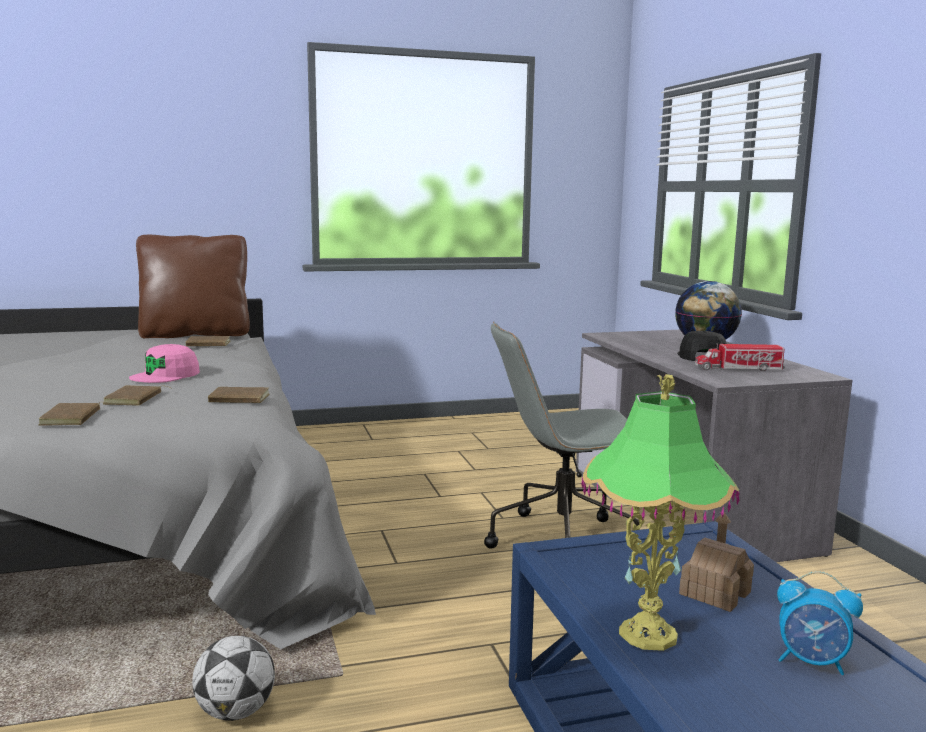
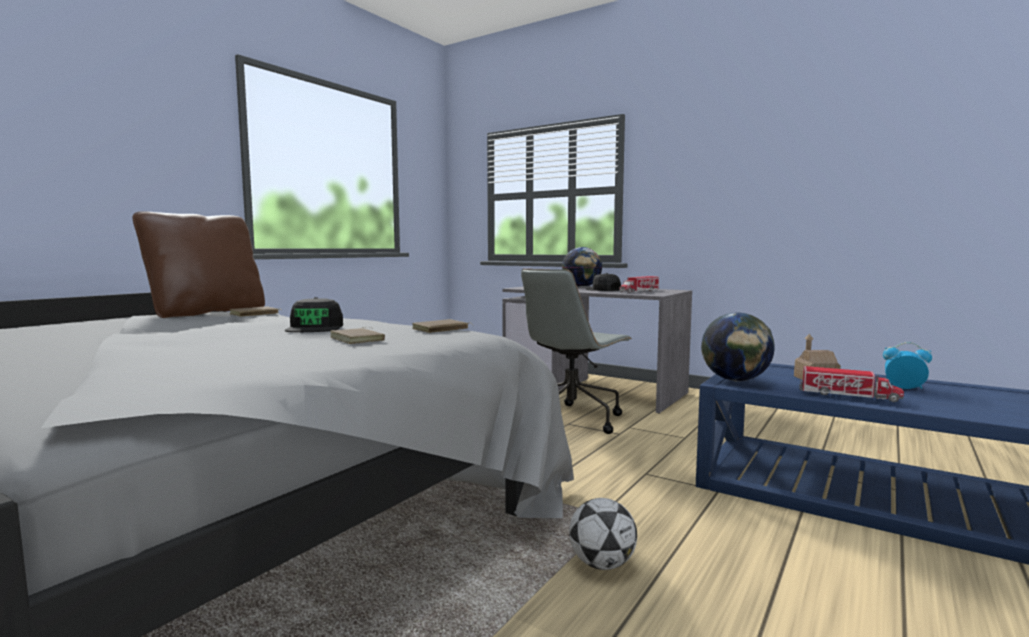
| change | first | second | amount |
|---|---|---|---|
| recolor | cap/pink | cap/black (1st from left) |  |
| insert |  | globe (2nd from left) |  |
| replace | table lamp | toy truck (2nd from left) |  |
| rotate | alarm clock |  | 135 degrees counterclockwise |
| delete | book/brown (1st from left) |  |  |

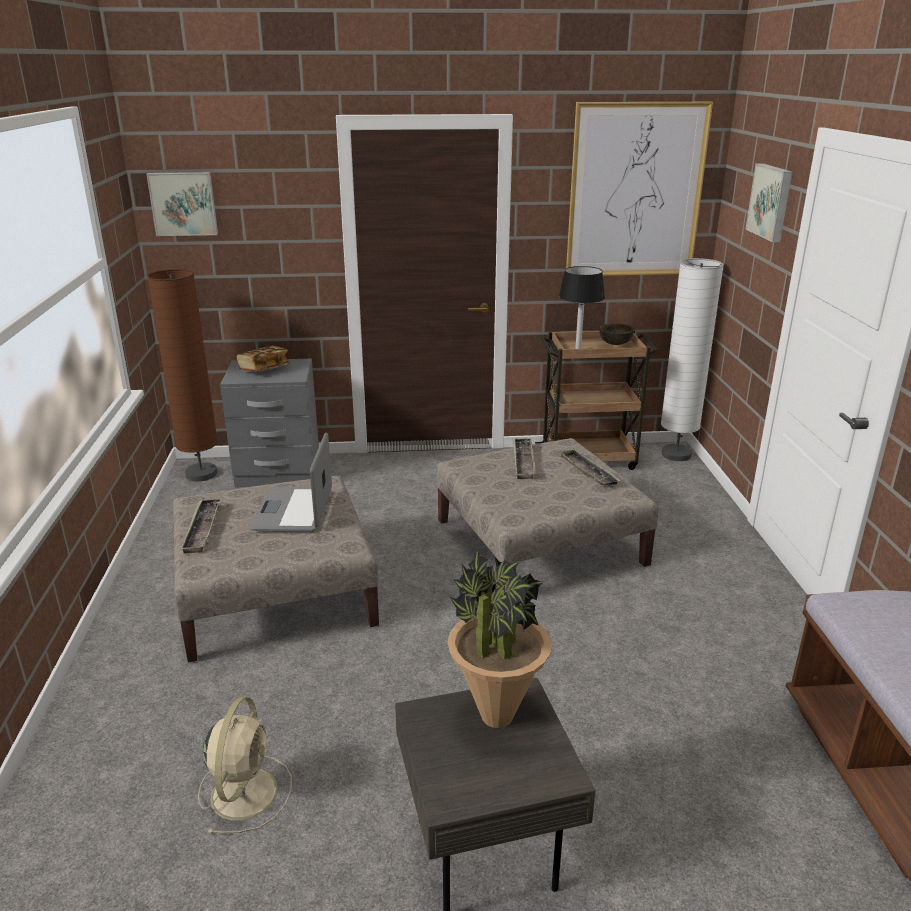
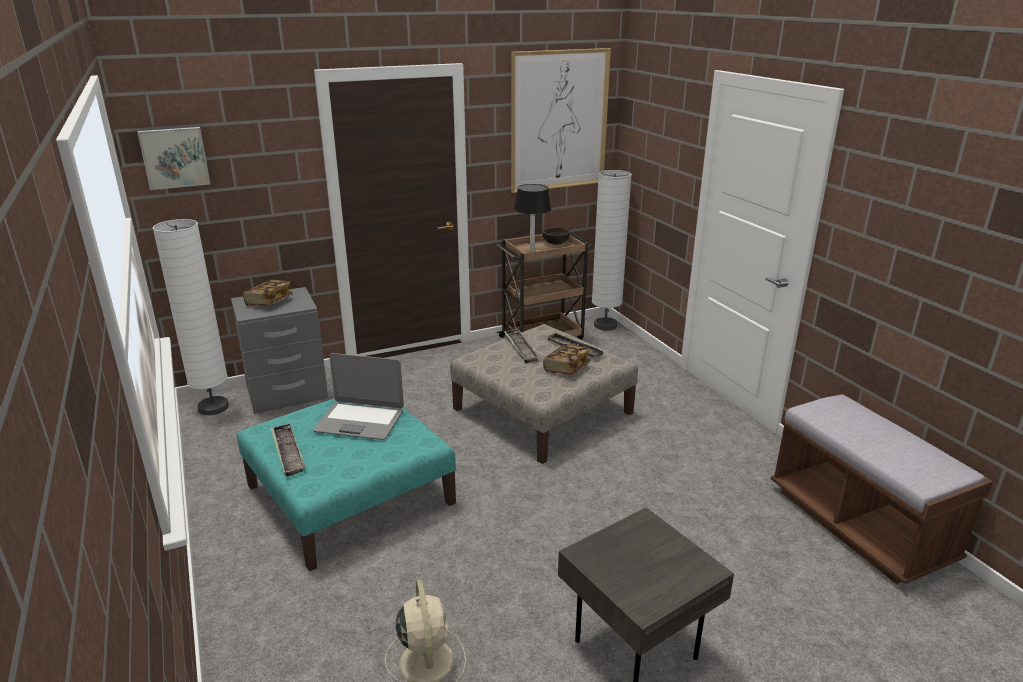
| change | first | second | amount |
|---|---|---|---|
| recolor | floor lamp/brown | floor lamp/white (1st from left) |  |
| recolor | ottoman/beige (1st from left) | ottoman/turquoise |  |
| rotate | laptop |  | 60 degrees counterclockwise |
| insert |  | book (2nd from left) |  |
| delete | potted plant |  |  |
| delete | picture (3rd from left) |  |  |

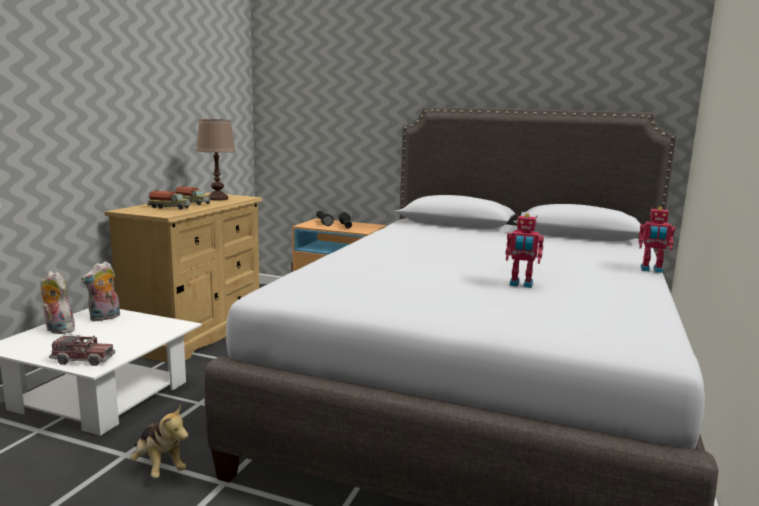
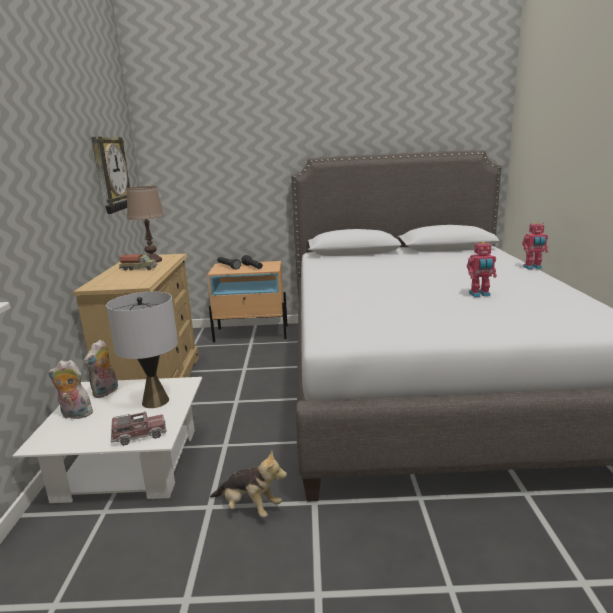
| change | first | second | amount |
|---|---|---|---|
| insert |  | wall clock |  |
| insert |  | table lamp/grey |  |
| delete | toy truck (2nd from left) |  |  |

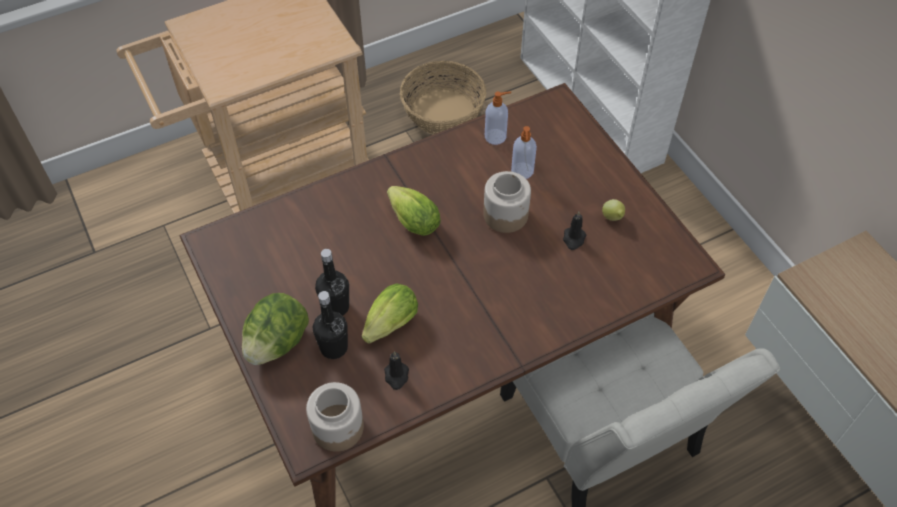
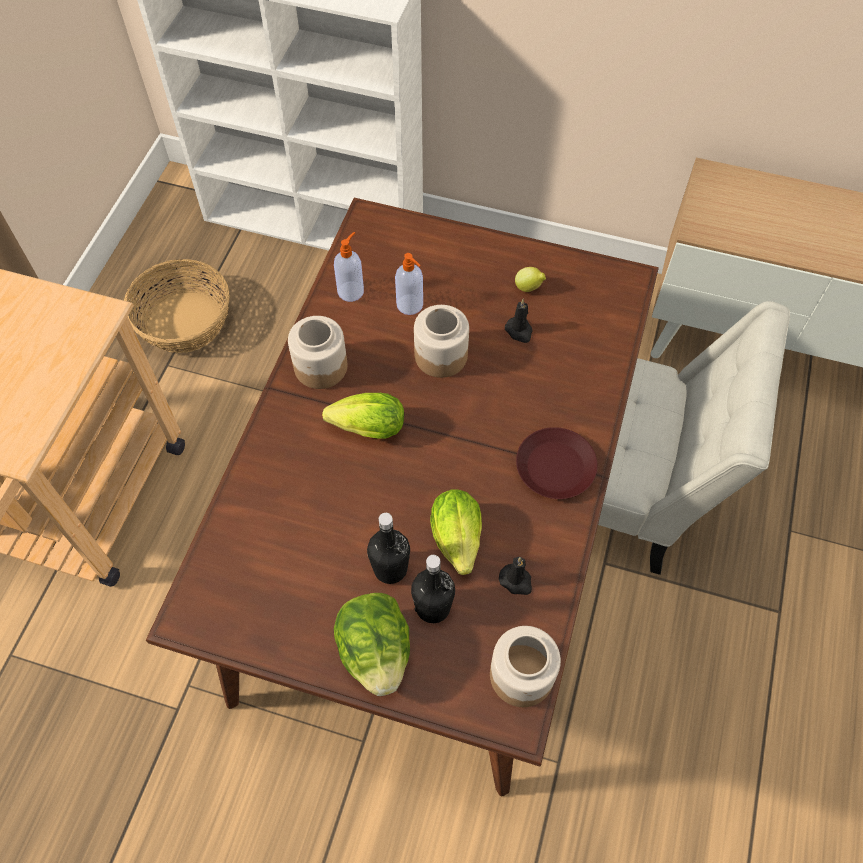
| change | first | second | amount |
|---|---|---|---|
| insert |  | jar (1st from left) |  |
| insert |  | plate/brown |  |

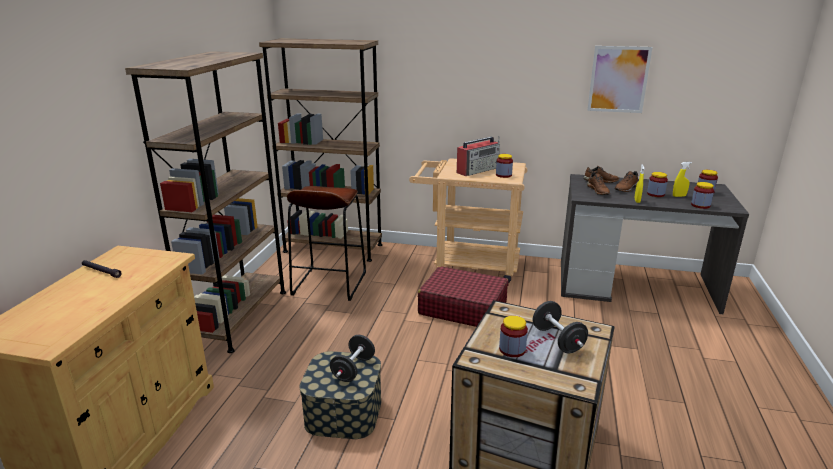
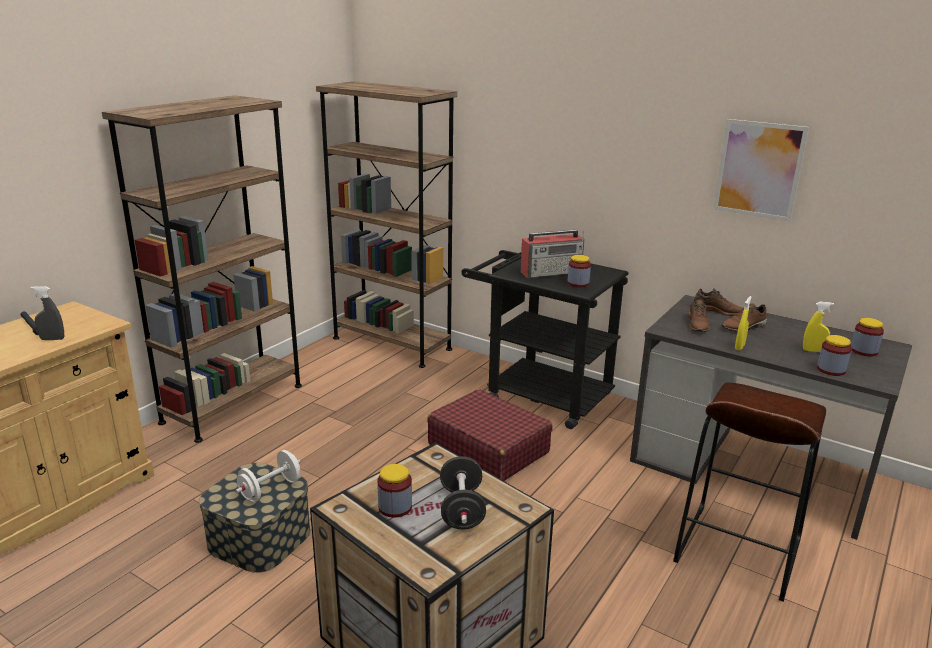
| change | first | second | amount |
|---|---|---|---|
| insert |  | spray bottle/grey |  |
| recolor | dumbbell/black (1st from left) | dumbbell/white |  |
| recolor | cart/beige | cart/black |  |
| move | stool/brown |  |  |
| delete | jar (3rd from left) |  |  |

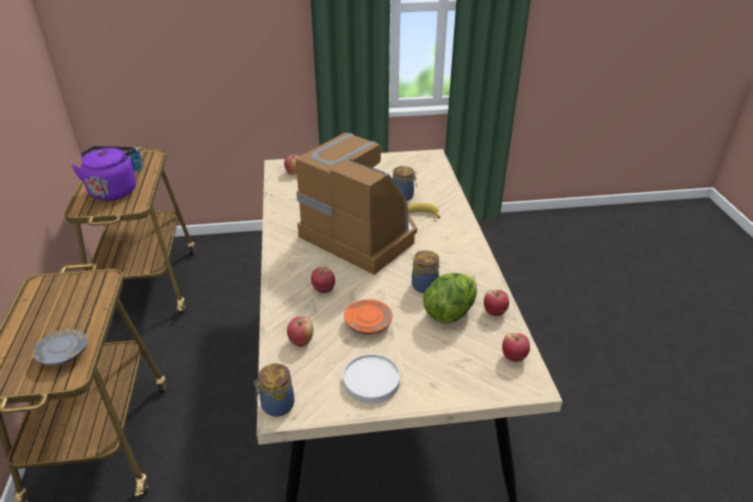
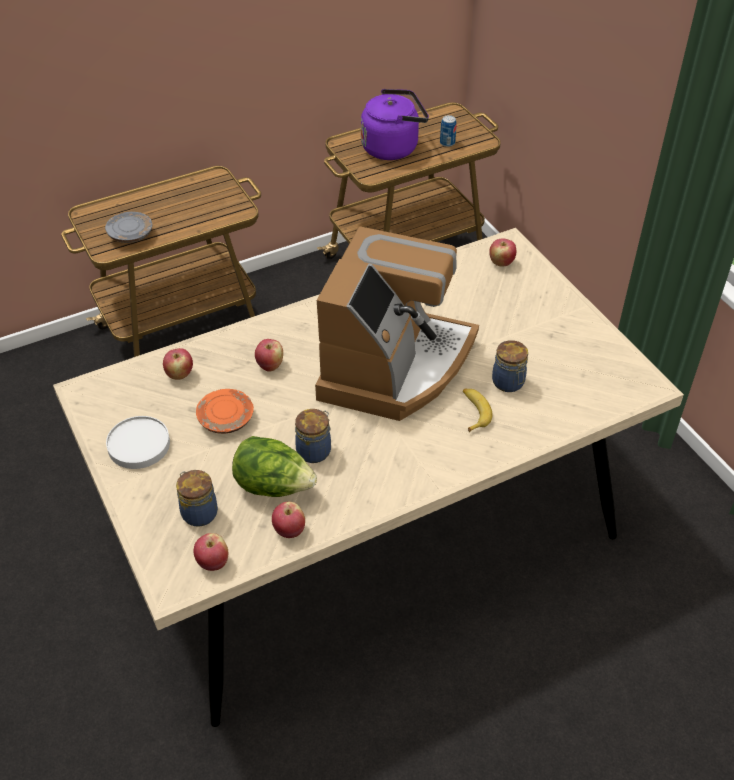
| change | first | second | amount |
|---|---|---|---|
| move | jar (1st from left) |  |  |

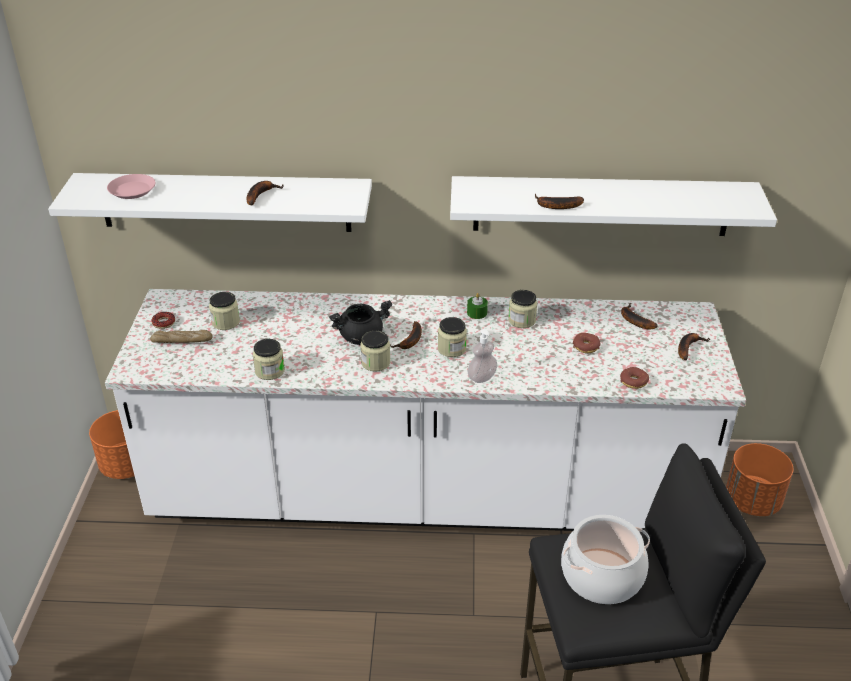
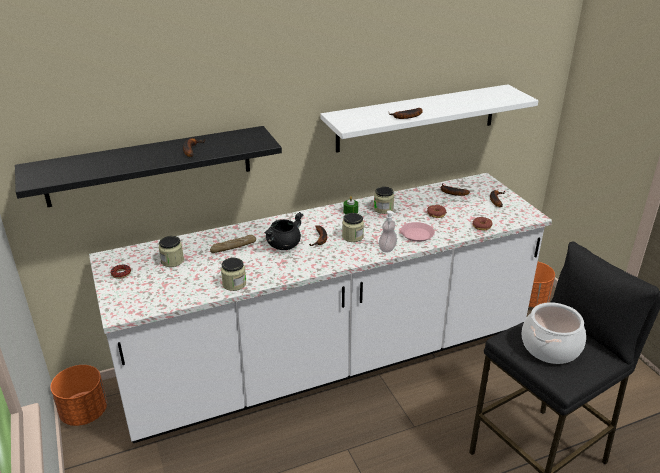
| change | first | second | amount |
|---|---|---|---|
| recolor | shelf/white (1st from left) | shelf/black |  |
| move | bread |  |  |
| move | plate/pink |  |  |
| delete | jar (3rd from left) |  |  |

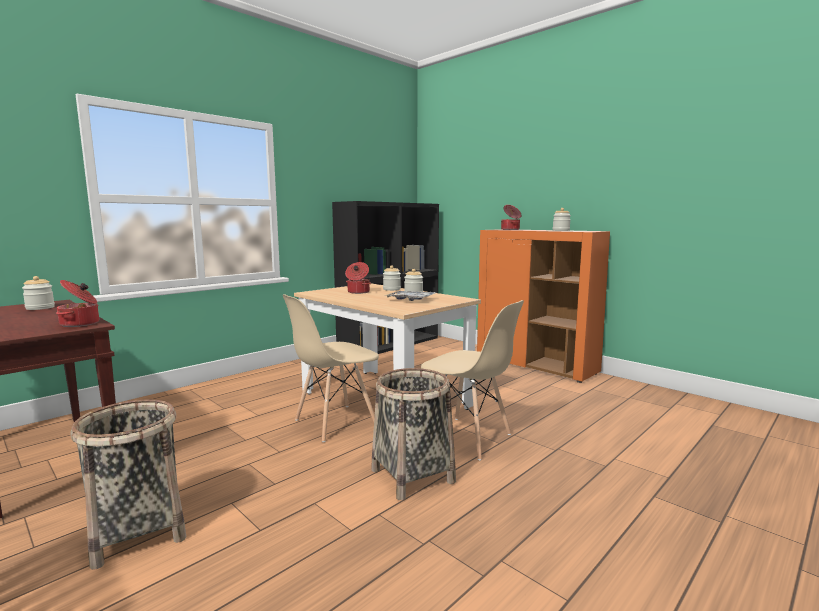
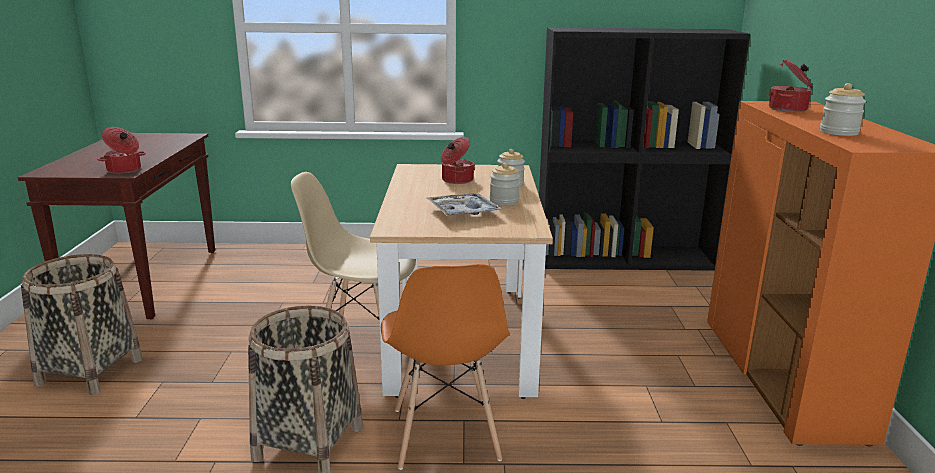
| change | first | second | amount |
|---|---|---|---|
| recolor | chair/beige (2nd from left) | chair/orange |  |
| delete | jar (1st from left) |  |  |

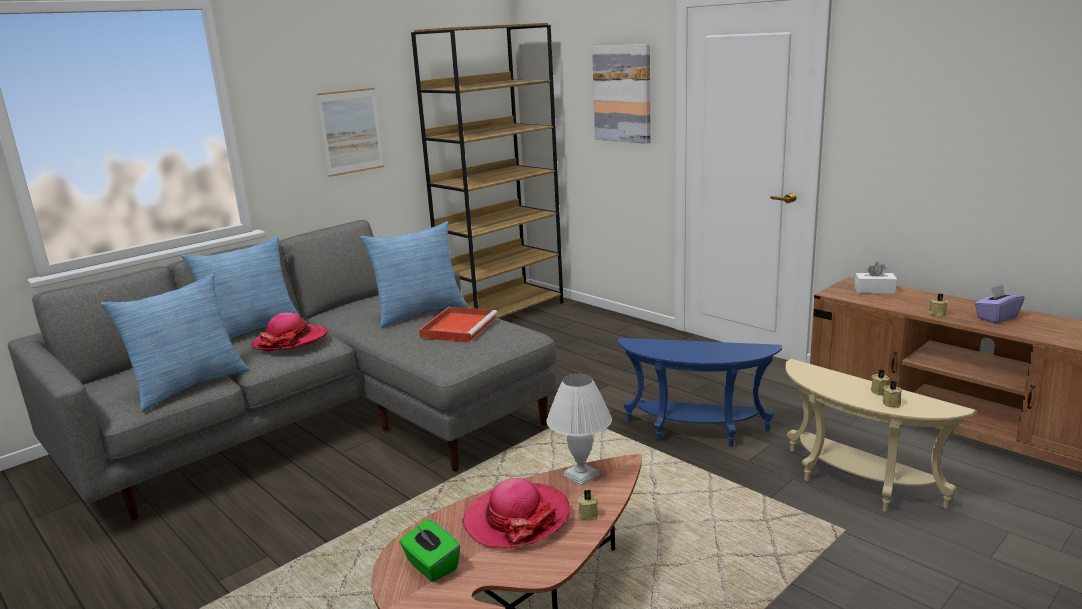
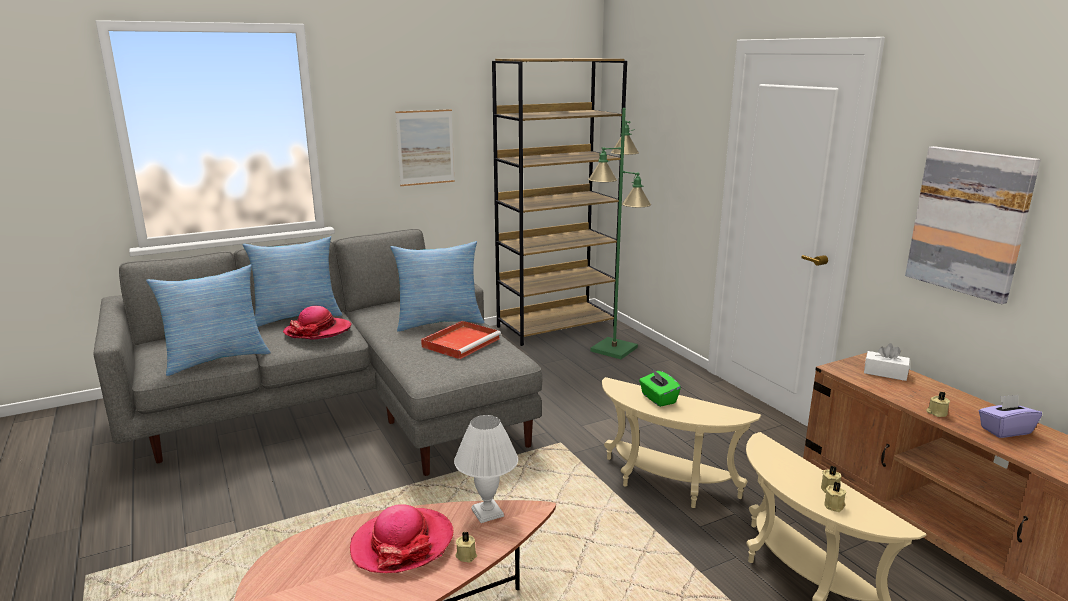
| change | first | second | amount |
|---|---|---|---|
| insert |  | floor lamp/green |  |
| recolor | side table/blue | side table/beige (1st from left) |  |
| move | tissue box/green |  |  |
| move | picture (2nd from left) |  |  |

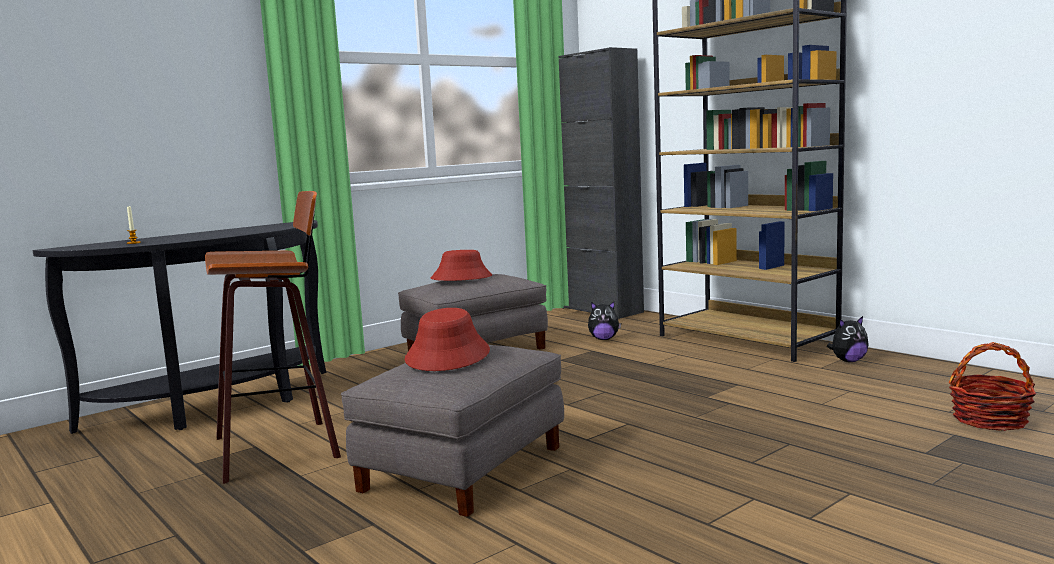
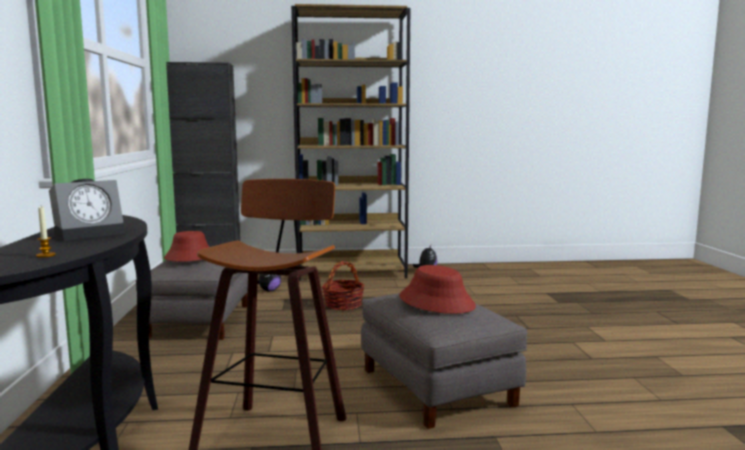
| change | first | second | amount |
|---|---|---|---|
| insert |  | alarm clock |  |
| move | basket |  |  |

